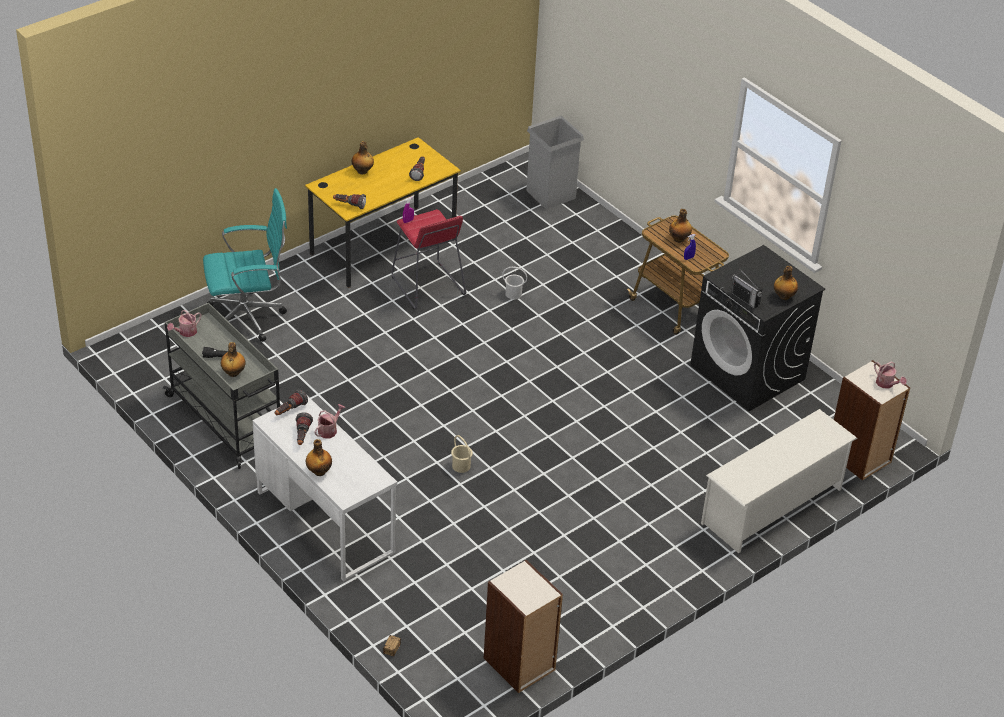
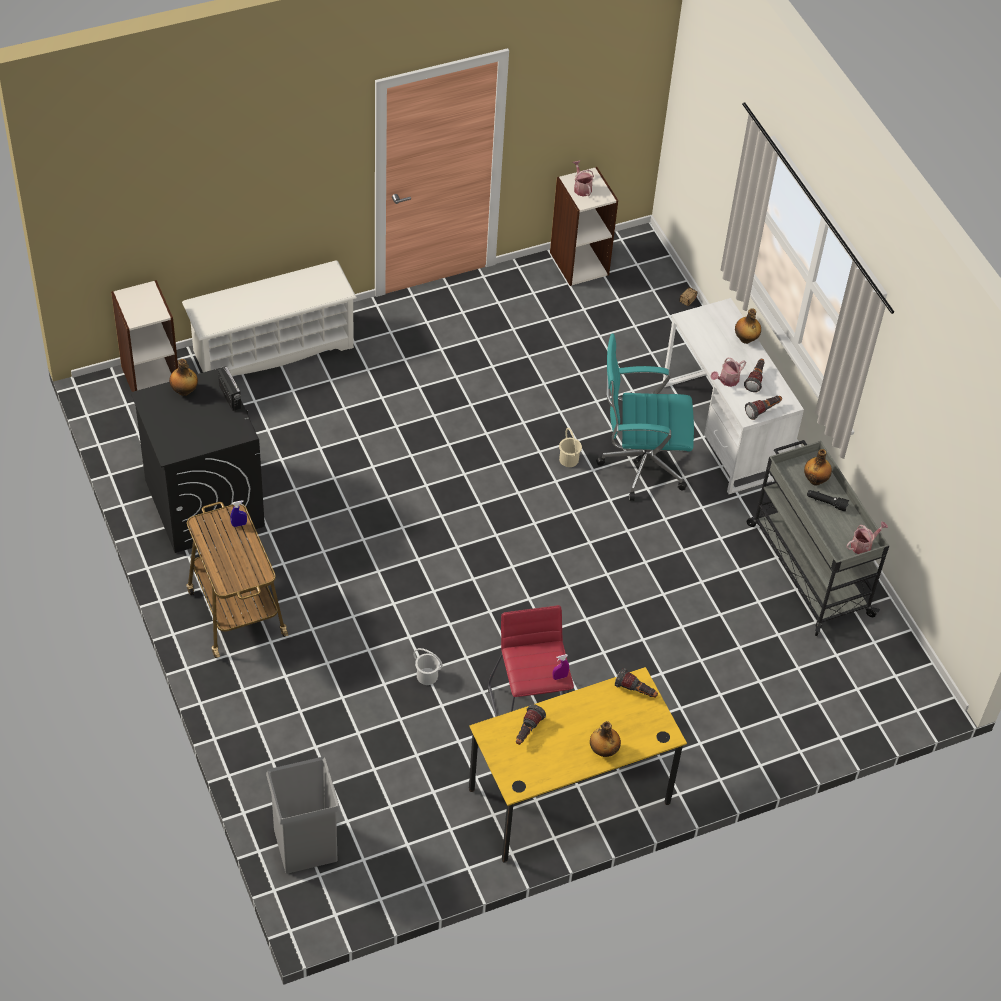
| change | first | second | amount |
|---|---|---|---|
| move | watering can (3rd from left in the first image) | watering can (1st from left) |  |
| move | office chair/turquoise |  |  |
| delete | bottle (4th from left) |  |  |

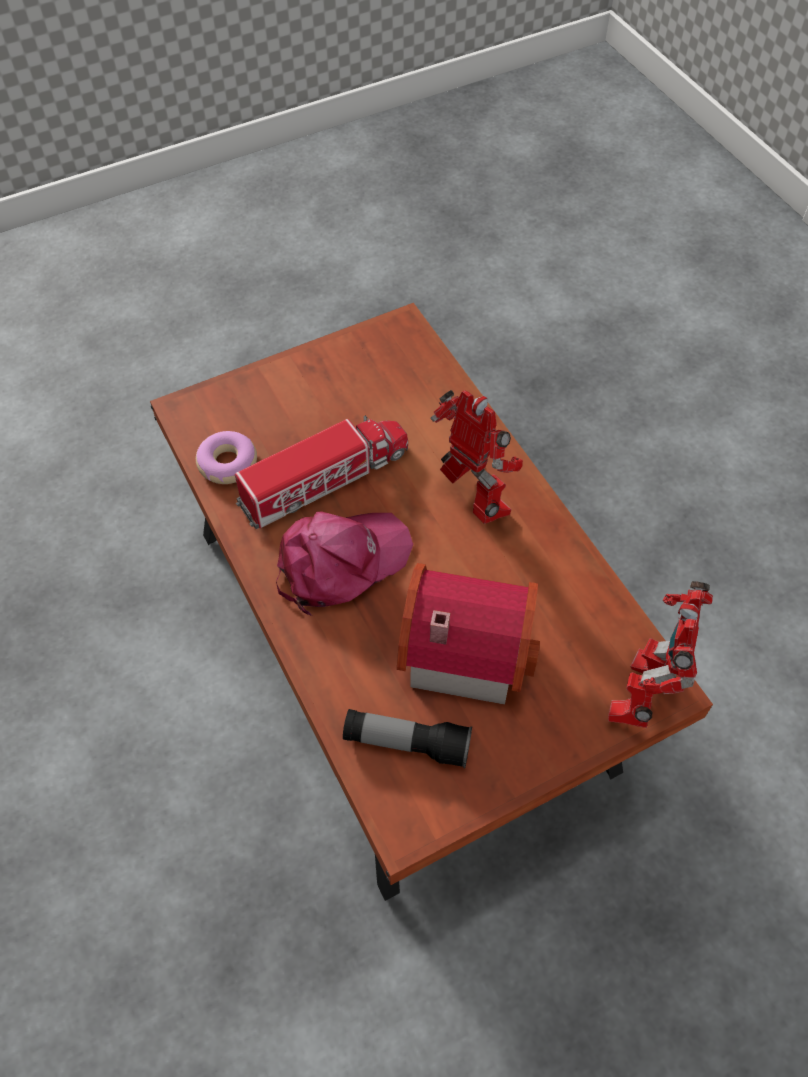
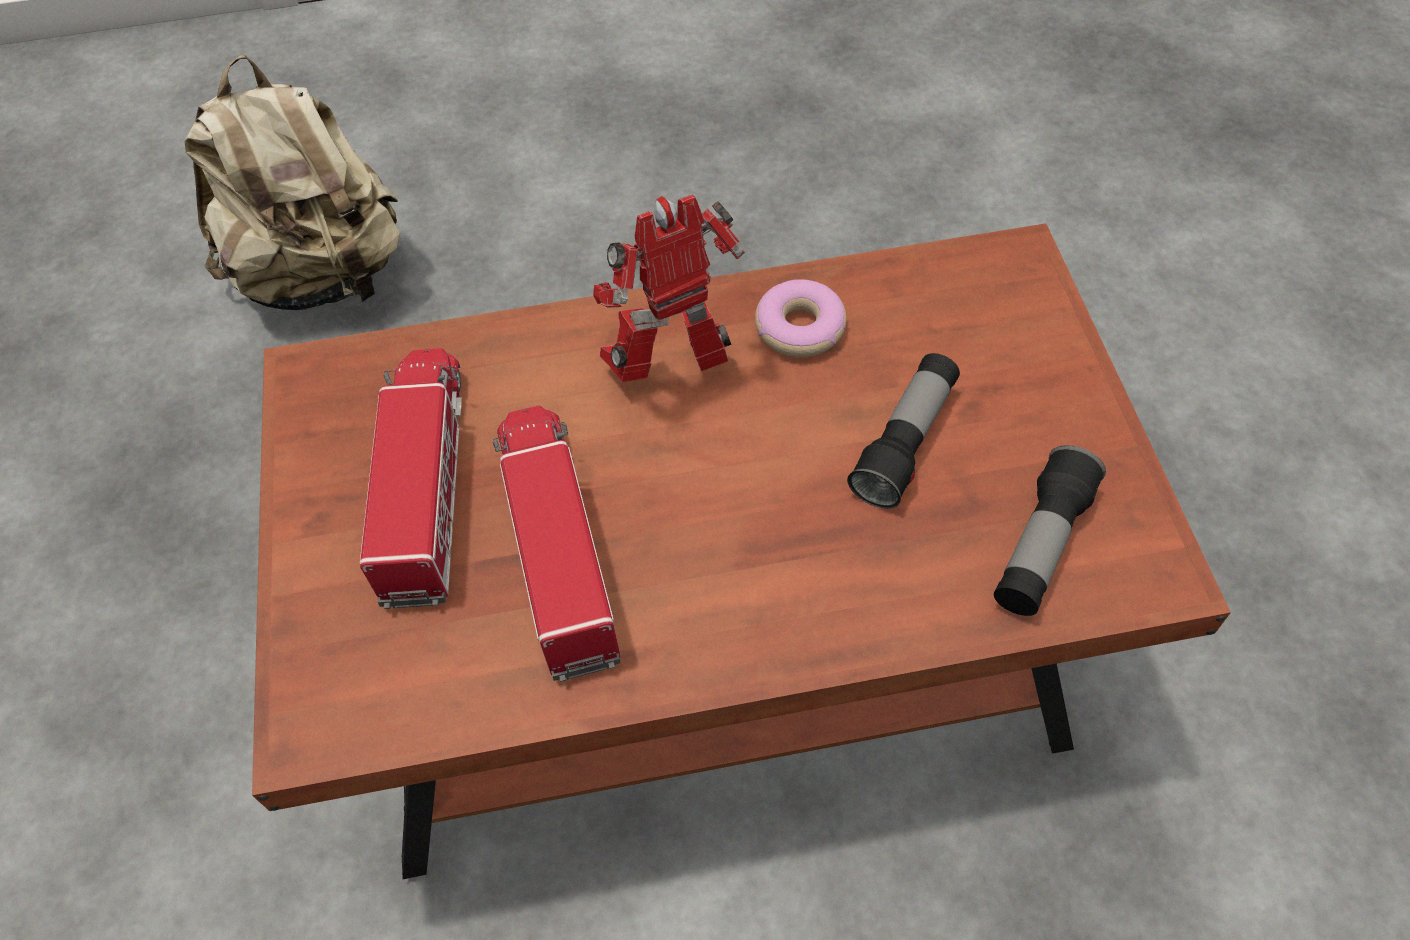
| change | first | second | amount |
|---|---|---|---|
| insert |  | backpack/beige |  |
| insert |  | toy truck (1st from left) |  |
| move | donut |  |  |
| replace | toy house | flashlight (1st from left) |  |
| delete | cap/pink |  |  |
| delete | toy robot (2nd from left) |  |  |

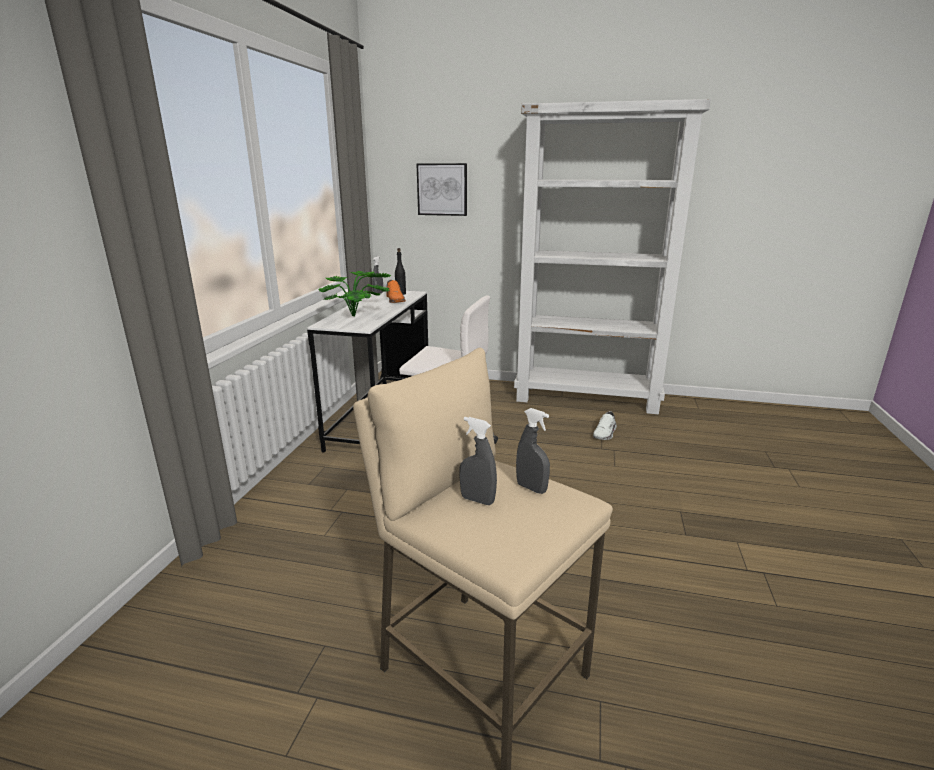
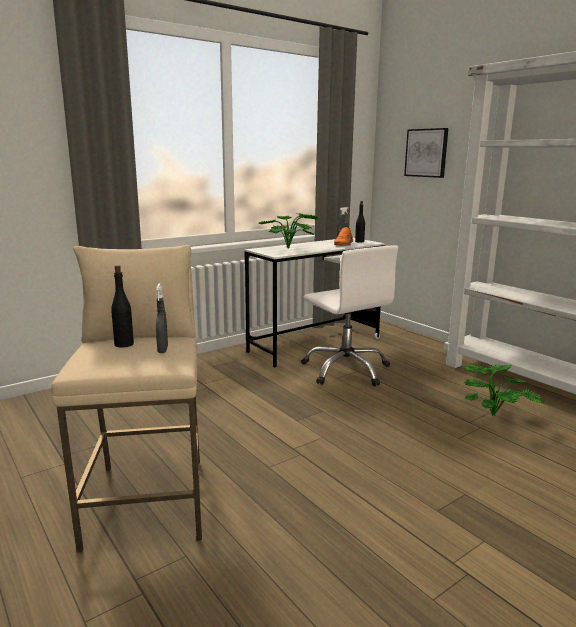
| change | first | second | amount |
|---|---|---|---|
| replace | spray bottle/grey (2nd from left) | bottle/black (1st from left) |  |
| replace | shoe/white | potted plant (2nd from left) |  |

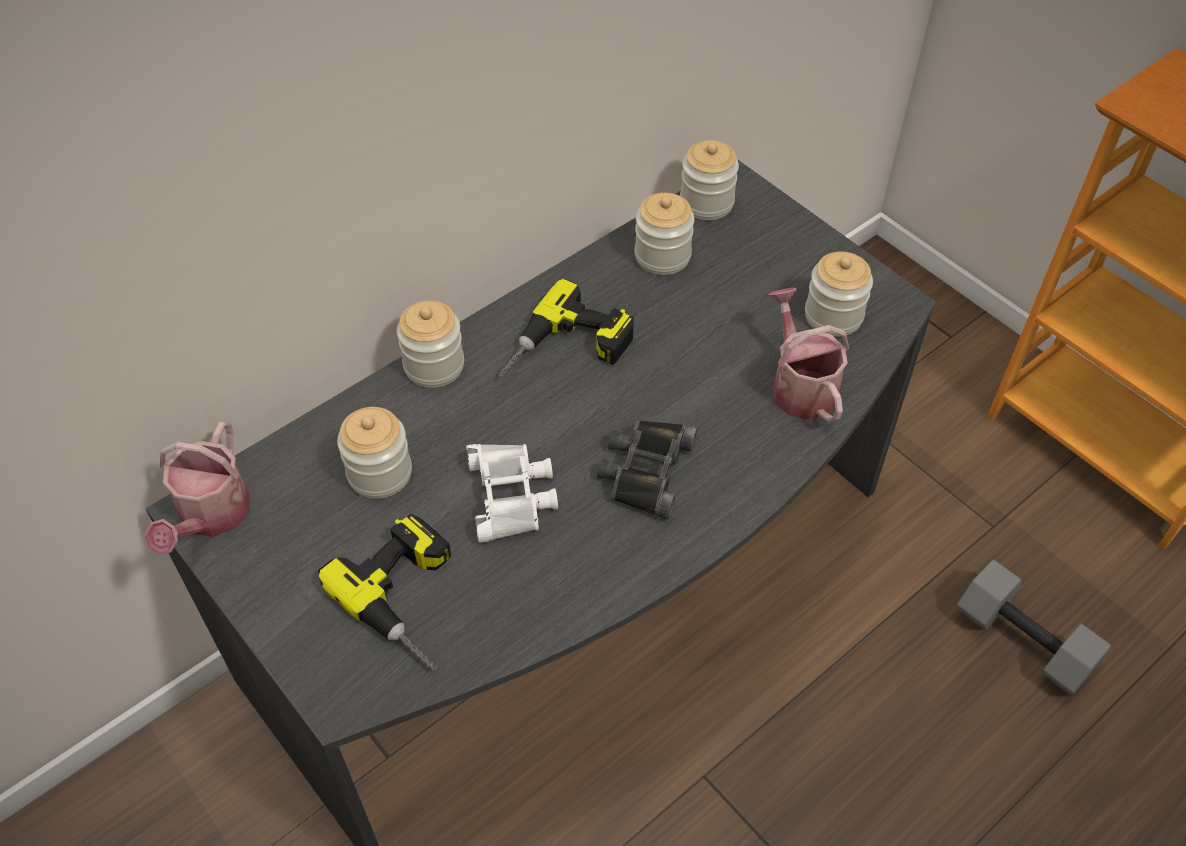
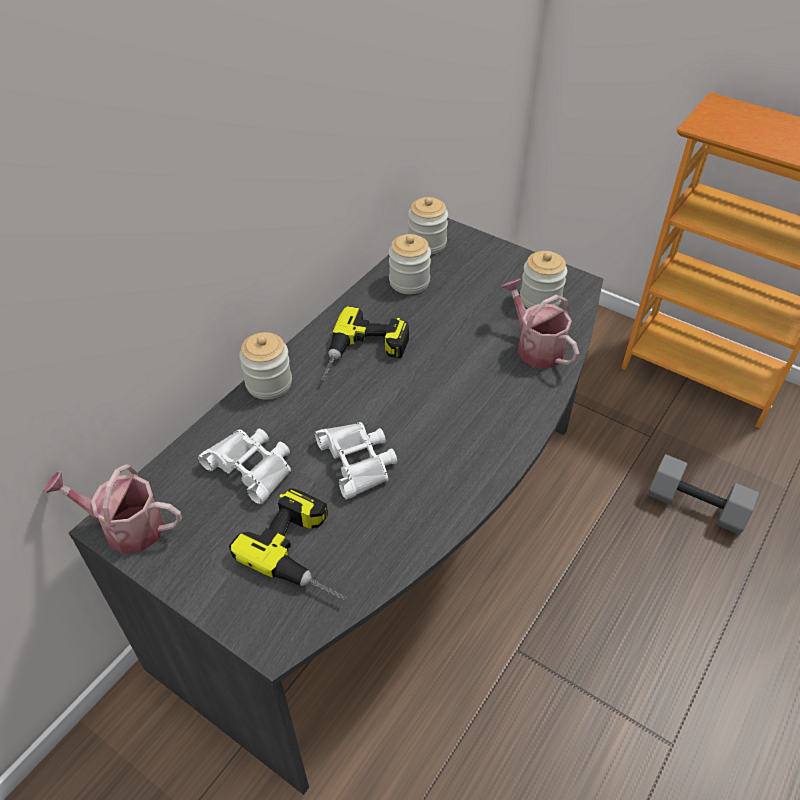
| change | first | second | amount |
|---|---|---|---|
| rotate | watering can (1st from left) |  | 105 degrees clockwise |
| replace | jar (1st from left) | binoculars/white (1st from left) |  |
| delete | binoculars/black |  |  |

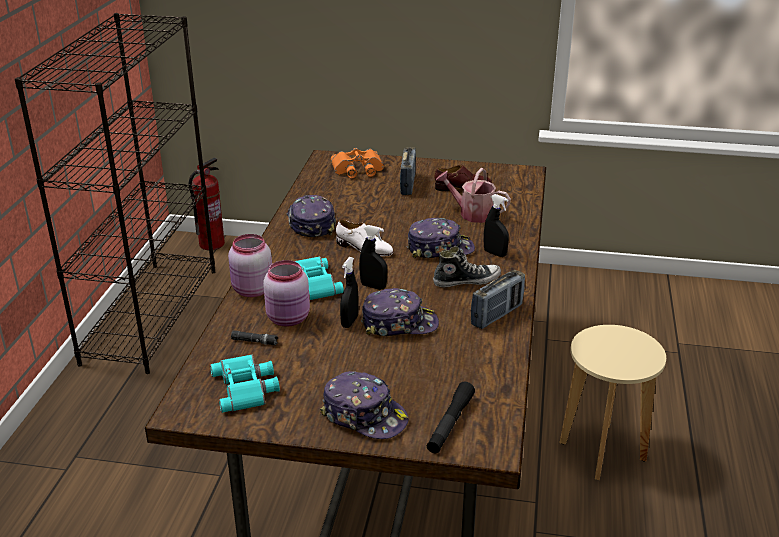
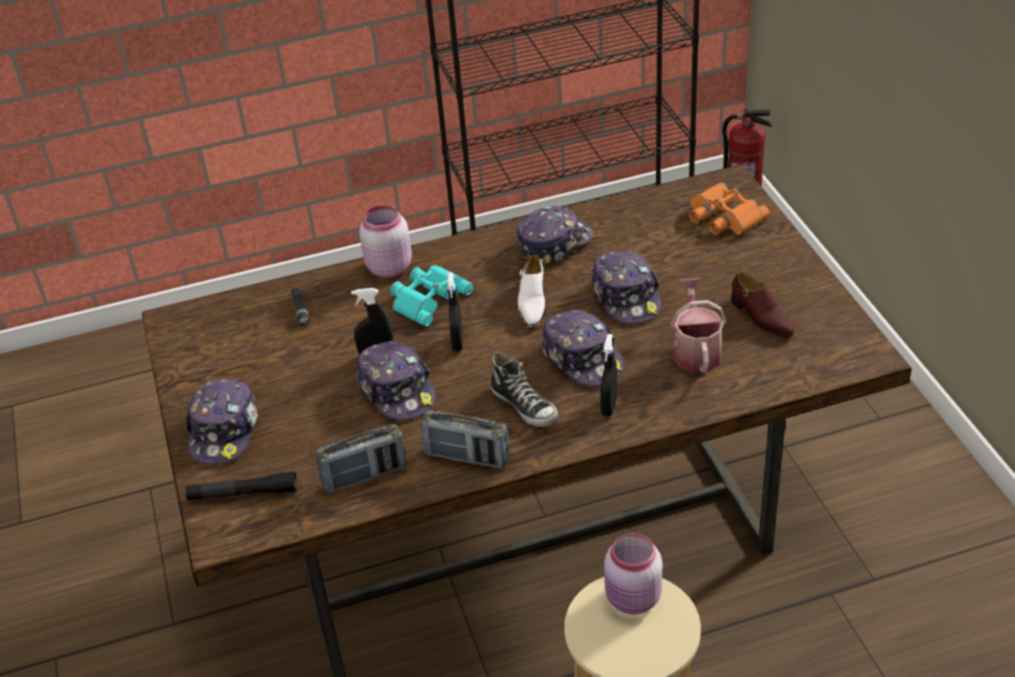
| change | first | second | amount |
|---|---|---|---|
| move | radio (1st from left) |  |  |
| insert |  | cap (5th from left) |  |
| move | jar/pink (2nd from left) |  |  |
| delete | binoculars/turquoise (1st from left) |  |  |

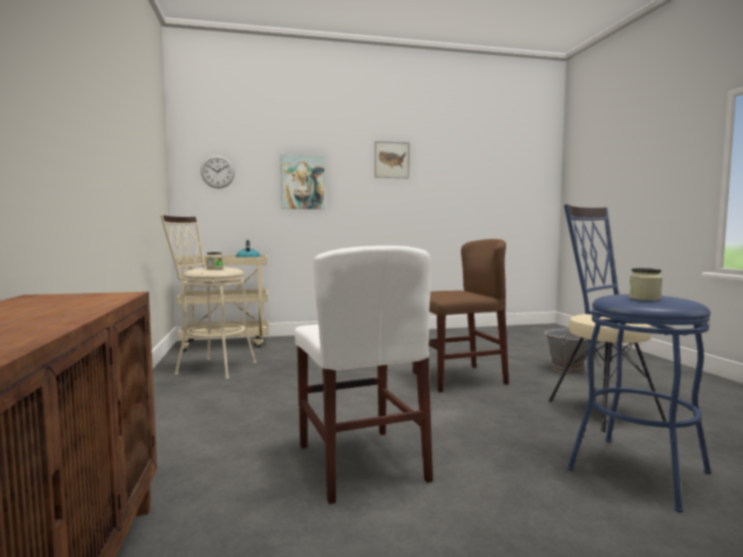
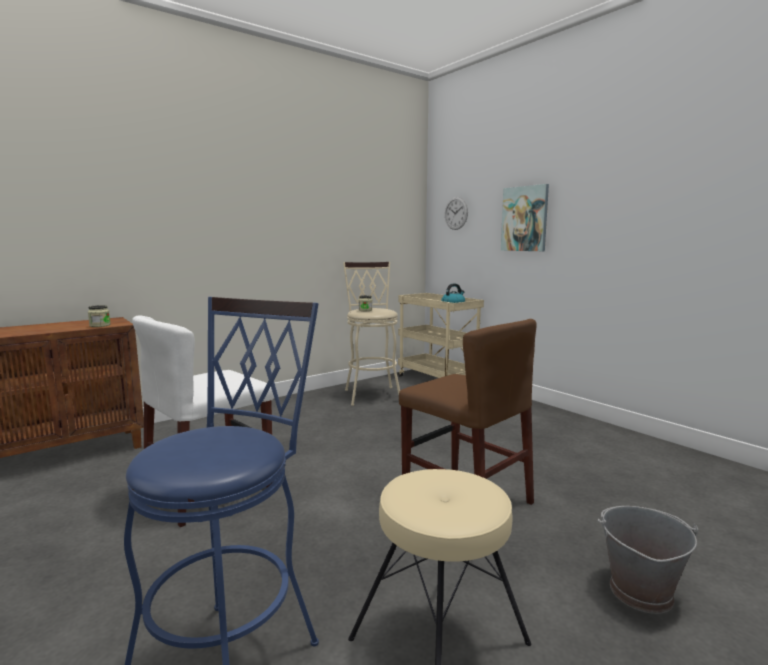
| change | first | second | amount |
|---|---|---|---|
| move | jar (2nd from left in the first image) | jar (1st from left) |  |
| delete | picture (2nd from left) |  |  |

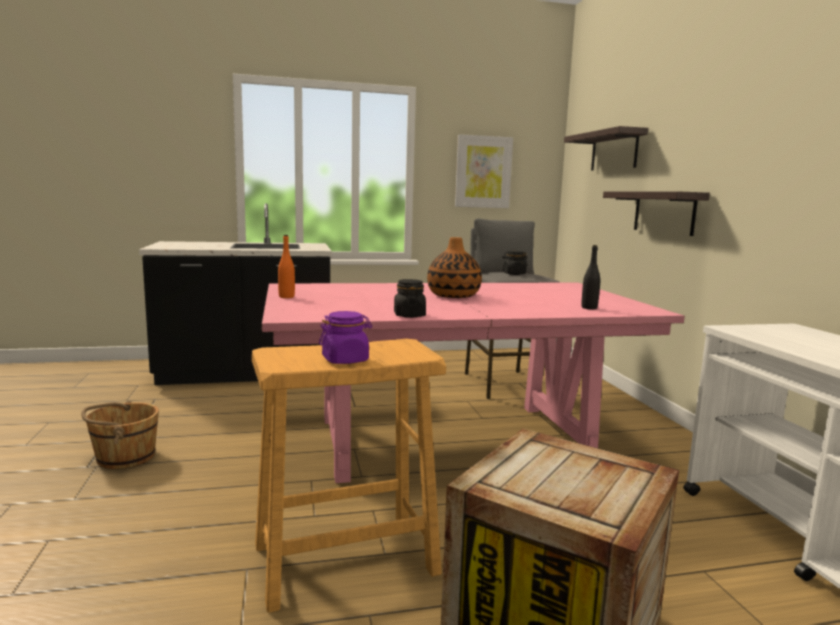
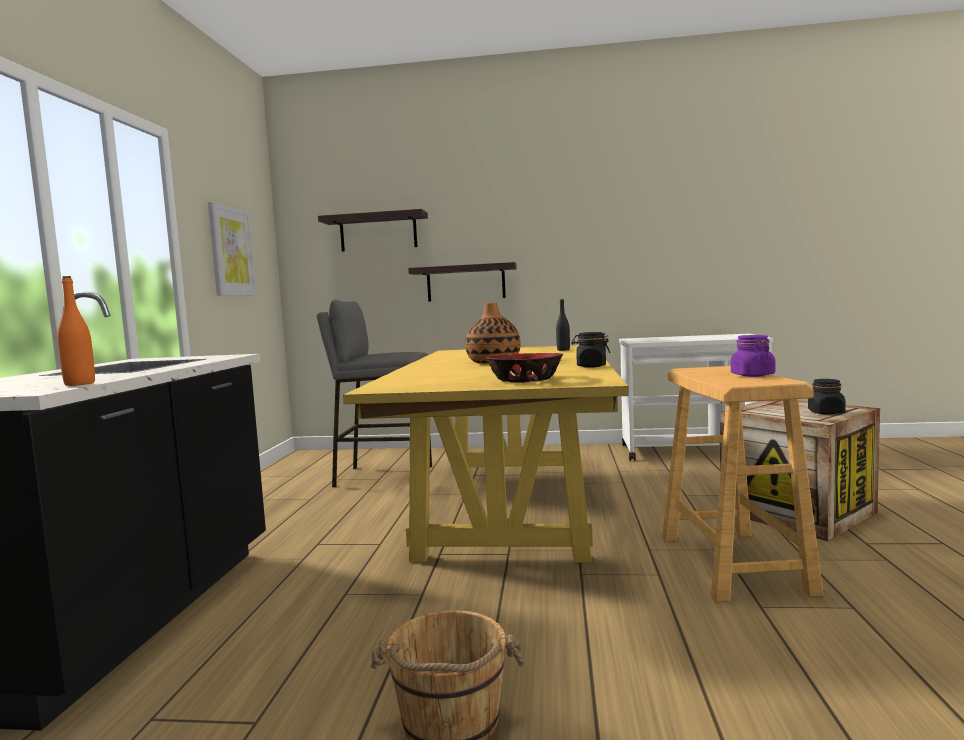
| change | first | second | amount |
|---|---|---|---|
| move | bottle/orange |  |  |
| recolor | dining table/pink | dining table/yellow |  |
| insert |  | bowl |  |
| move | jar/black (2nd from left) |  |  |

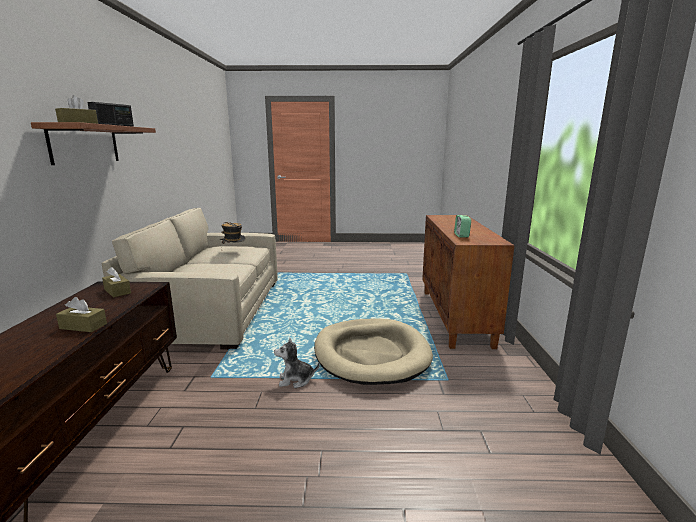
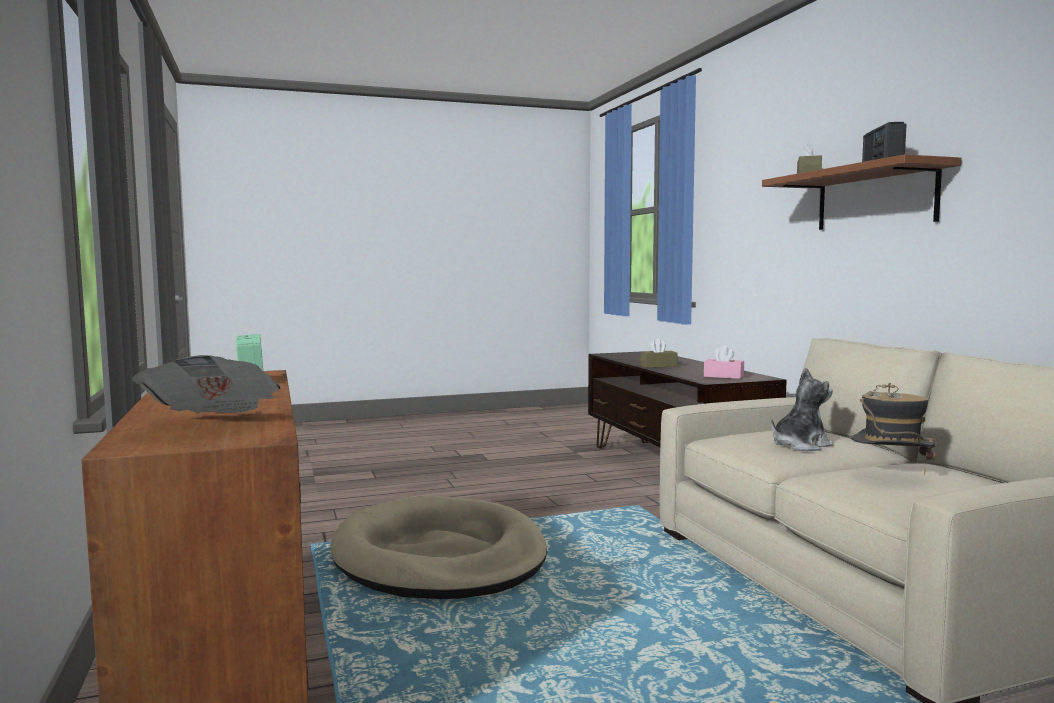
| change | first | second | amount |
|---|---|---|---|
| insert |  | newspaper |  |
| recolor | tissue box/brown (3rd from left) | tissue box/pink |  |
| move | plush toy |  |  |

